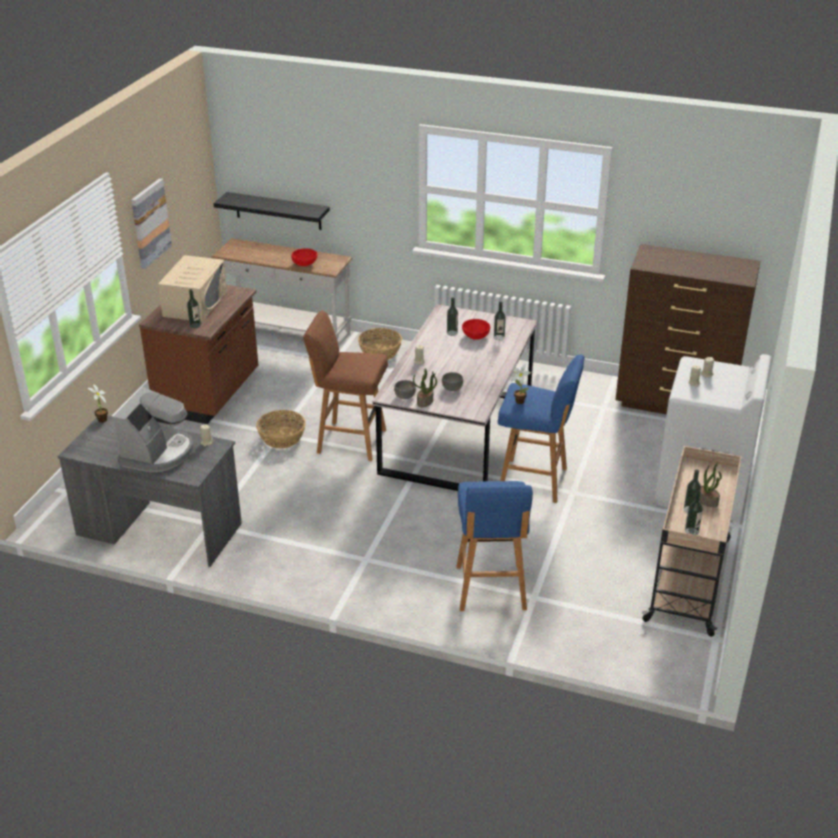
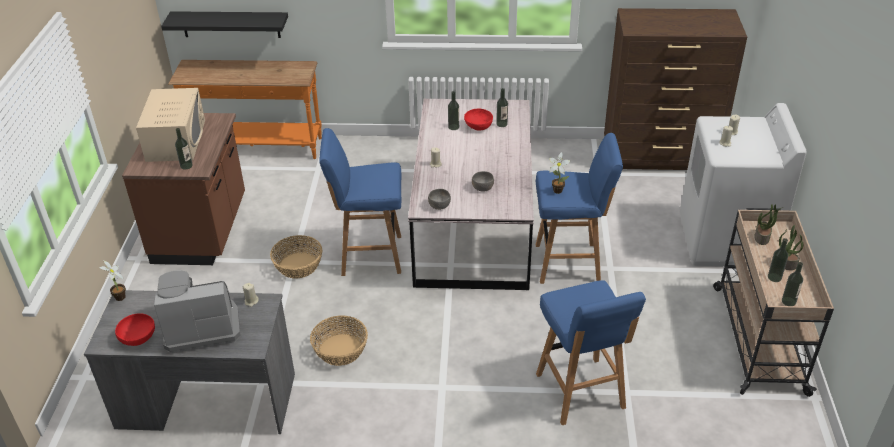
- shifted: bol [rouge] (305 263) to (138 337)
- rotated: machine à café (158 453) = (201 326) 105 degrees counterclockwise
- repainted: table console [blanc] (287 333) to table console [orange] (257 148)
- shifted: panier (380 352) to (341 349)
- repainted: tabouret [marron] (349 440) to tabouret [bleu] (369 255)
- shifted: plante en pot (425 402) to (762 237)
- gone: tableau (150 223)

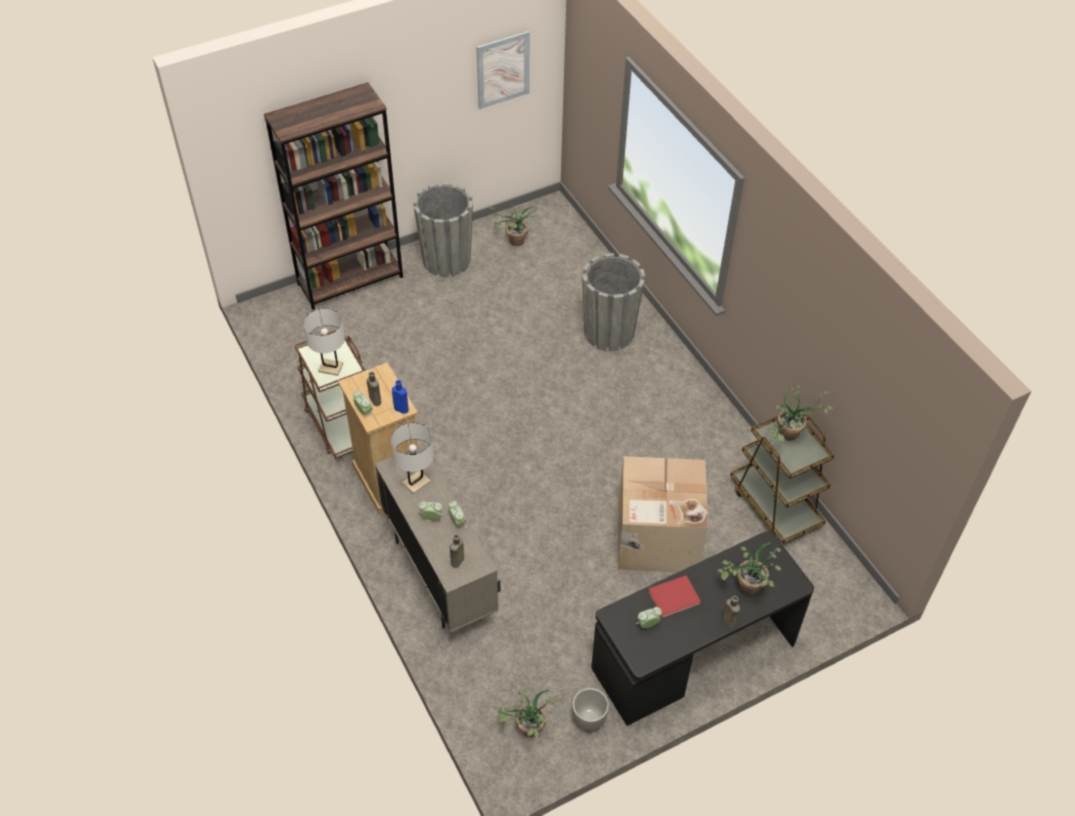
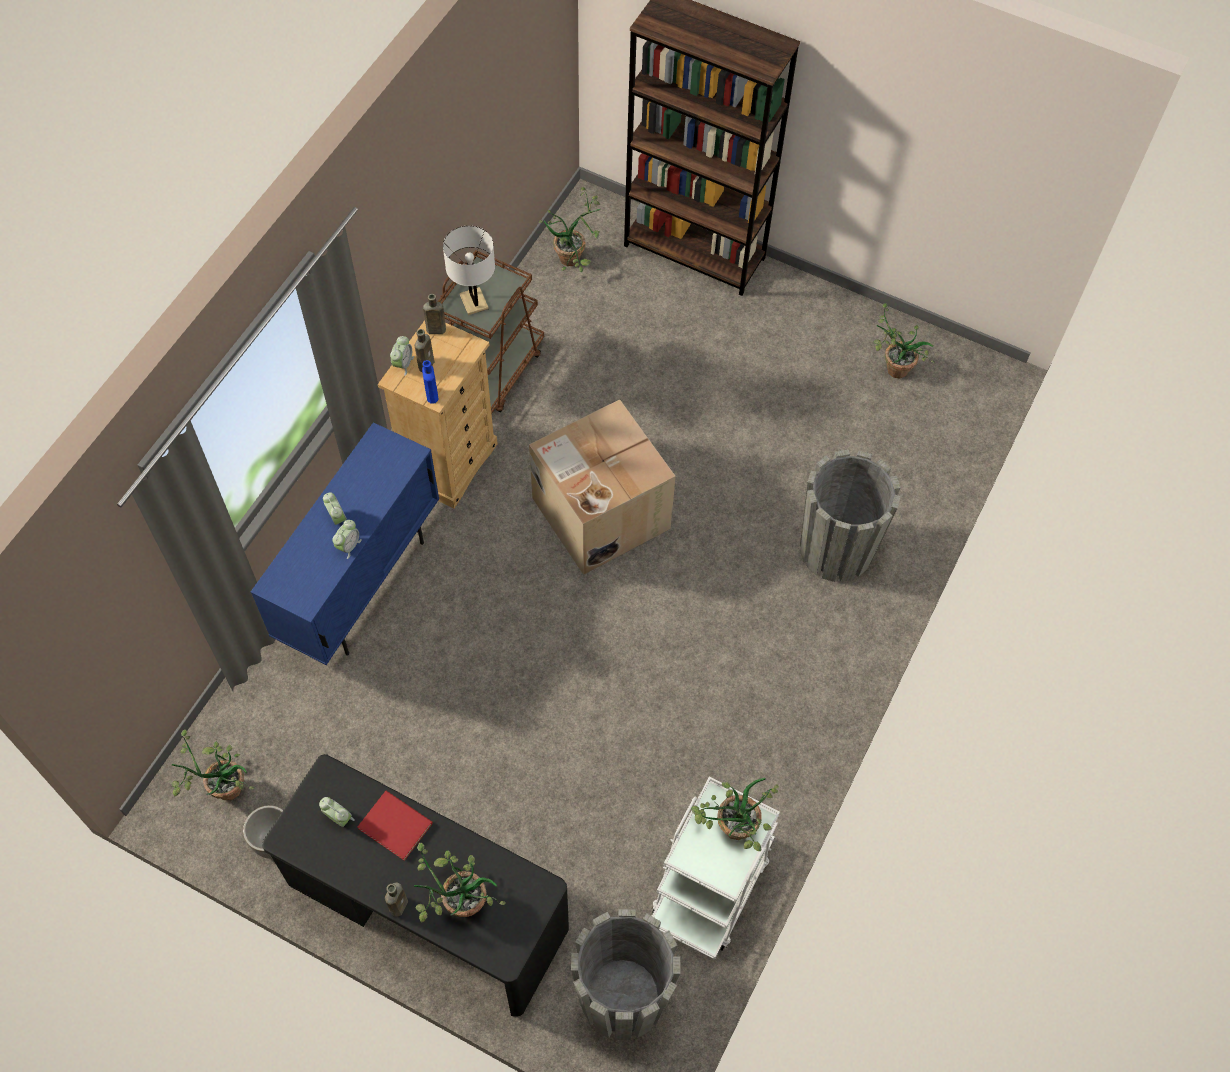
- repainted: meuble de rangement [beige] (439 575) to meuble de rangement [bleu] (362 585)
- shifted: bouteille [marron] (456 562) to (434 330)
- shifted: carton (656 538) to (598 512)
- new: plante en pot (575 260)
- shifted: cache-pot [gris] (446 260) to (622 996)
- repainted: chariot [marron] (775 506) to chariot [blanc] (710 886)
- gone: lampe de table [blanc] (416 482)
- gone: tableau (503 70)

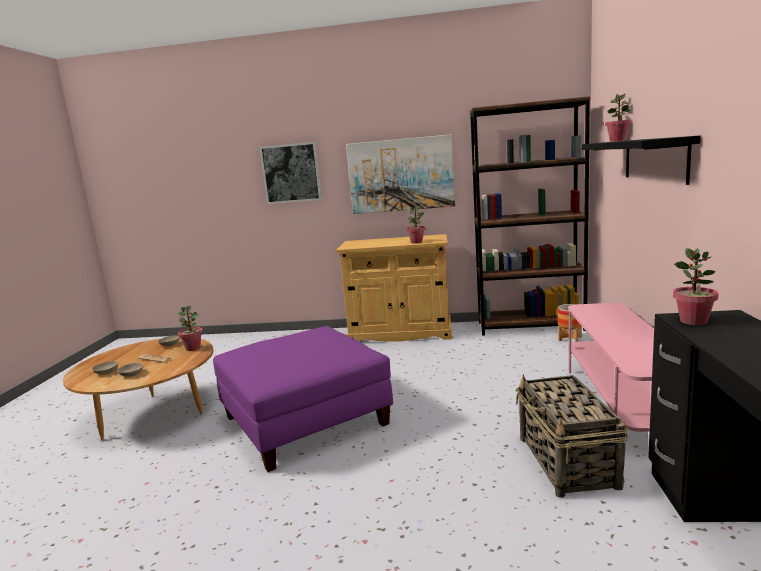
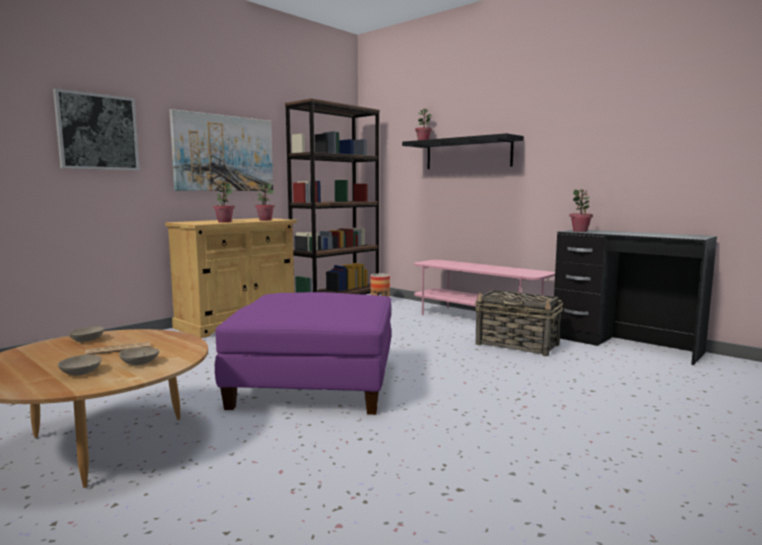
- shifted: plante en pot (193 348) to (224 222)

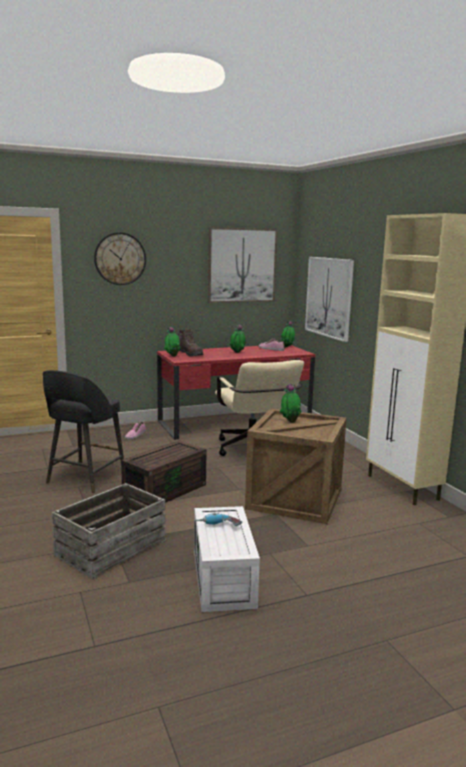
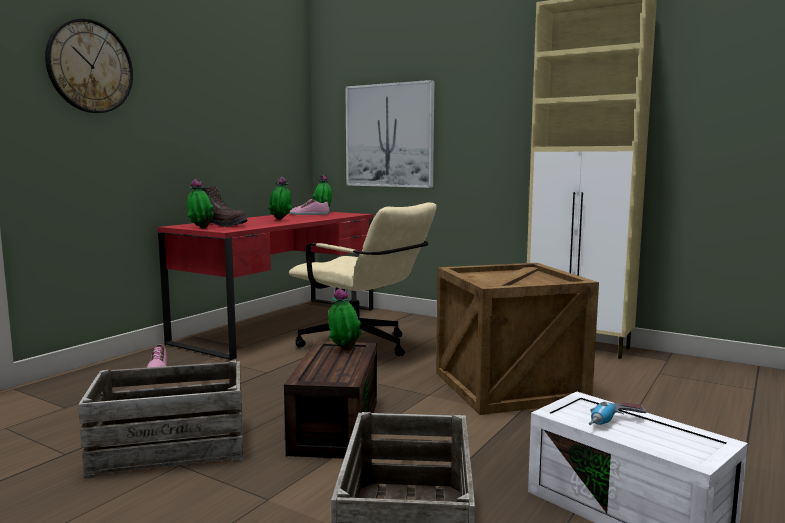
- swapped: tabouret [noir] (85 478) to caisse (170 448)
- shifted: plante en pot (290 421) to (344 350)
- gone: tableau (242 265)

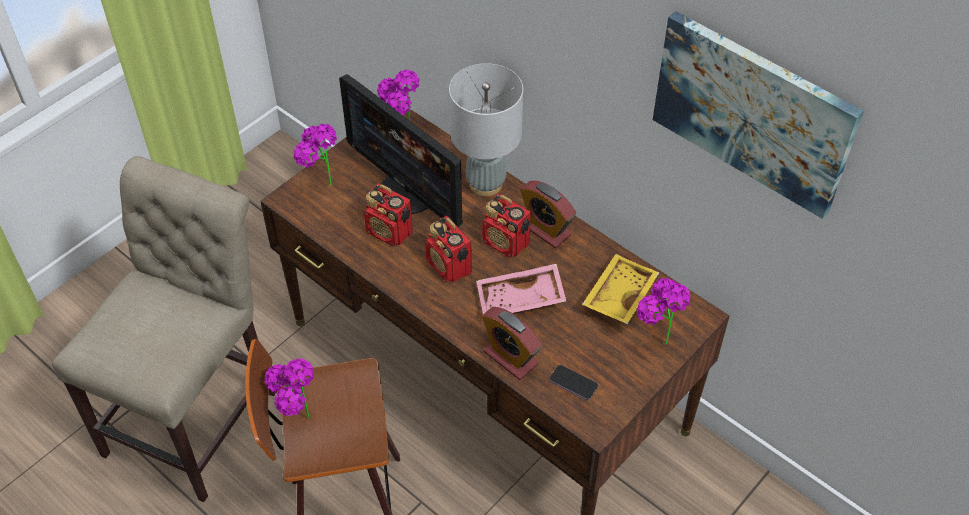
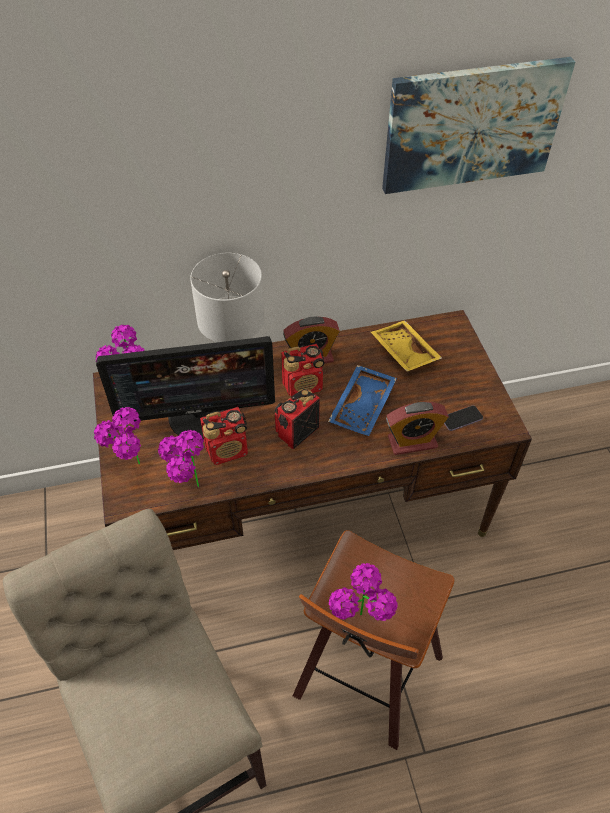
- shifted: plante en pot (655 340) to (188 491)
- rotated: radio (449 267) = (296 432) 135 degrees clockwise
- repainted: plateau [rose] (520 300) to plateau [bleu] (363 407)

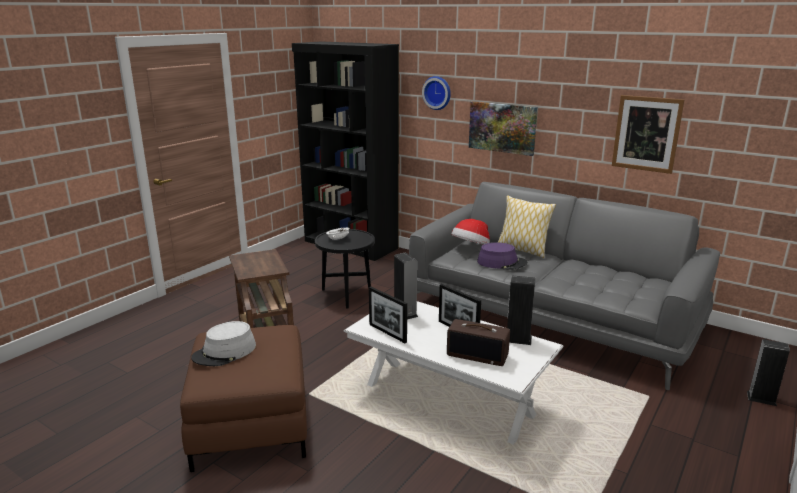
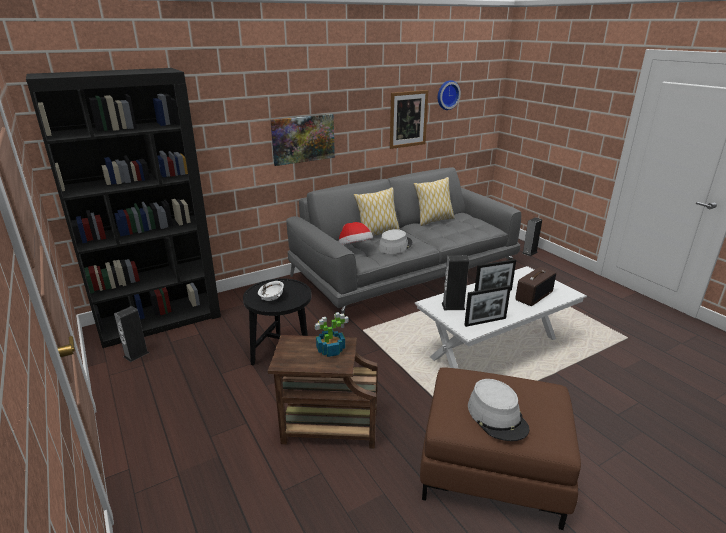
- shifted: enceinte (518 339) to (136 354)
- new: plante en pot (330 350)
- repainted: chapeau [violet] (502 263) to chapeau [gris] (395 246)
- new: coussin (433 220)
- shifted: horloge murale (437 92) to (447 95)

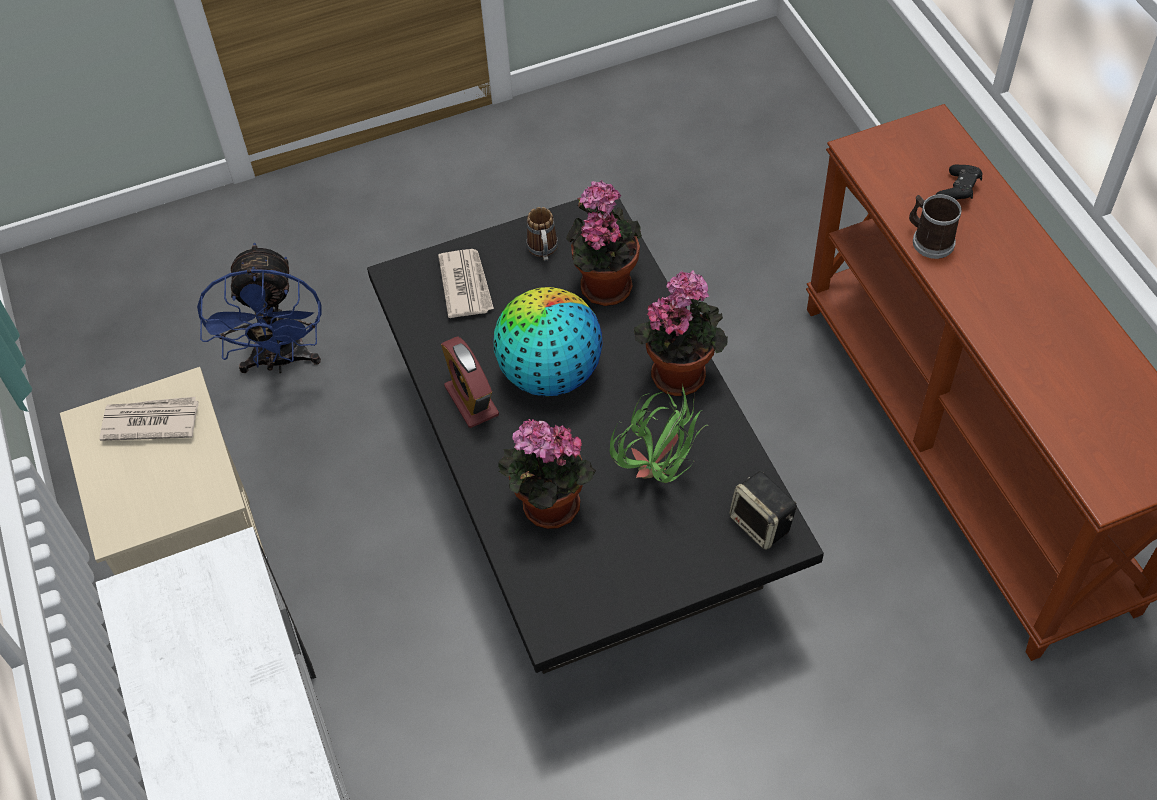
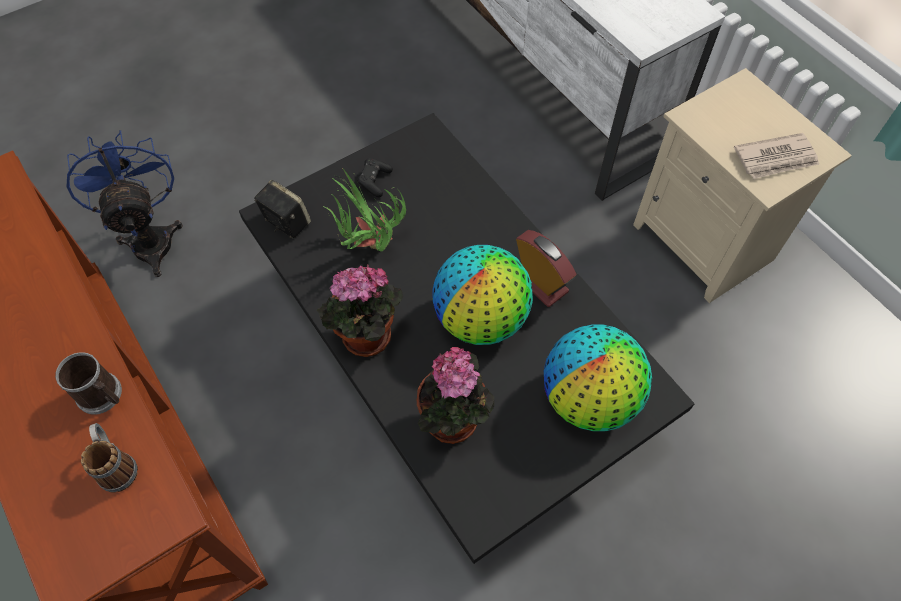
- shifted: ventilateur [bleu] (280 361) to (151 237)
- shifted: mug (543 251) to (117 465)
- shifted: manette [noir] (958 191) to (374 181)
- swapped: journal (466 285) to globe (589 398)
- gone: plante en pot (547 509)

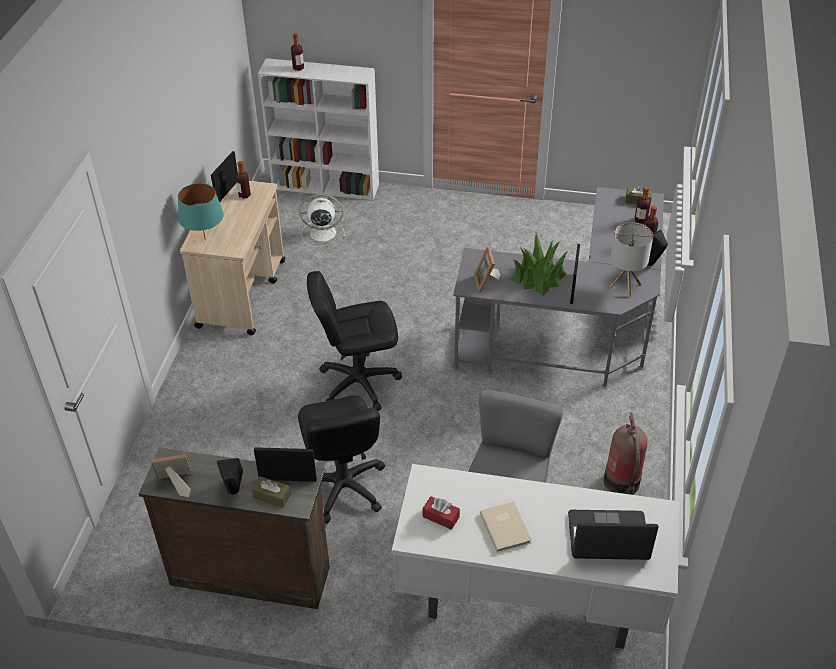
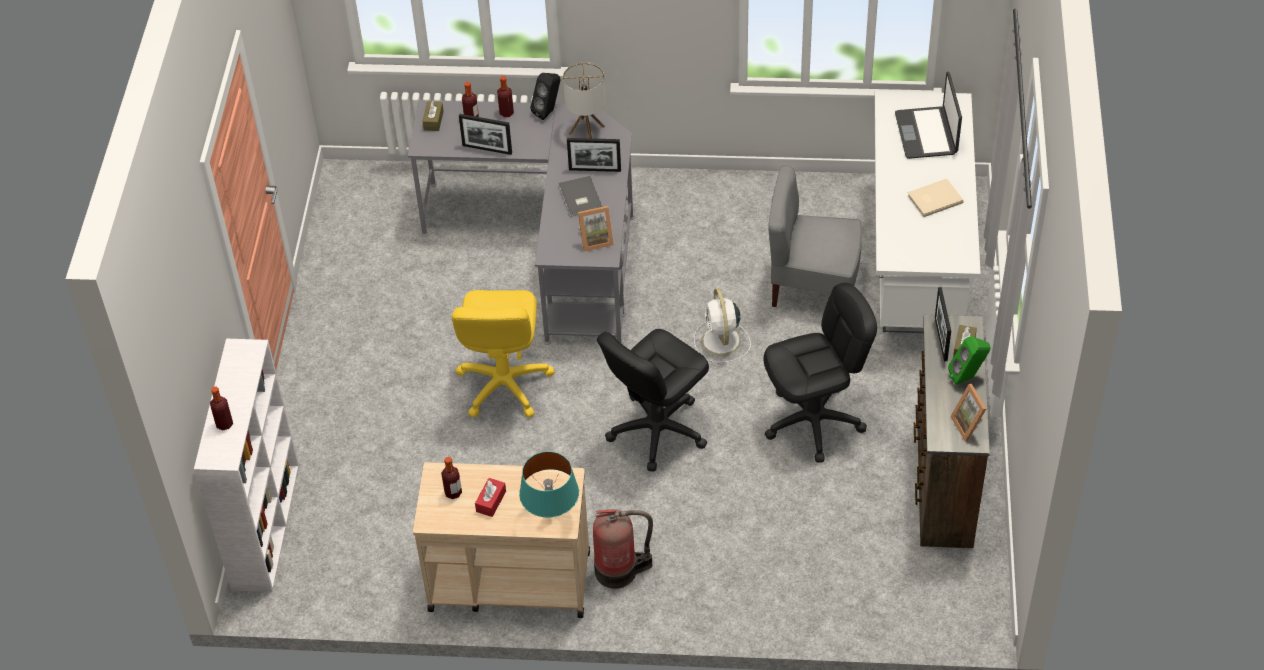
- new: chaise de bureau [jaune] (504 385)
- shifted: cadre photo (227 191) to (487 149)
- shifted: boîte à mouchoirs [rouge] (441 517) to (491 501)
- swapped: plante en pot (538 276) to livre [gris] (579 198)
- shifted: extincteur (622 485) to (619 570)
- rotated: chaise de bureau [noir] (358 382) = (657 430) 60 degrees clockwise
- shifted: ventilateur [blanc] (321 233) to (721 342)
- repainted: enceinte [noir] (233 492) to enceinte [vert] (967 377)

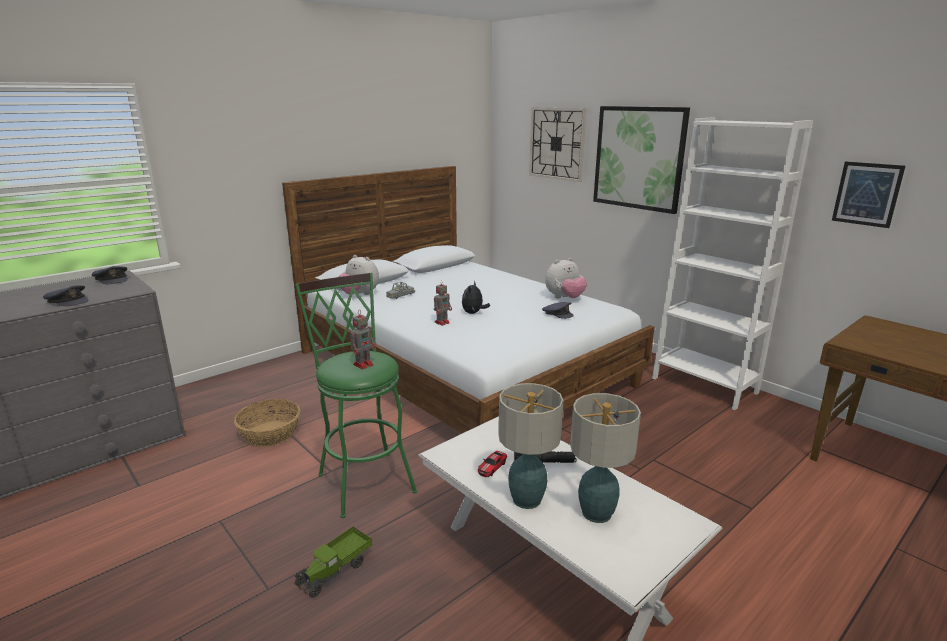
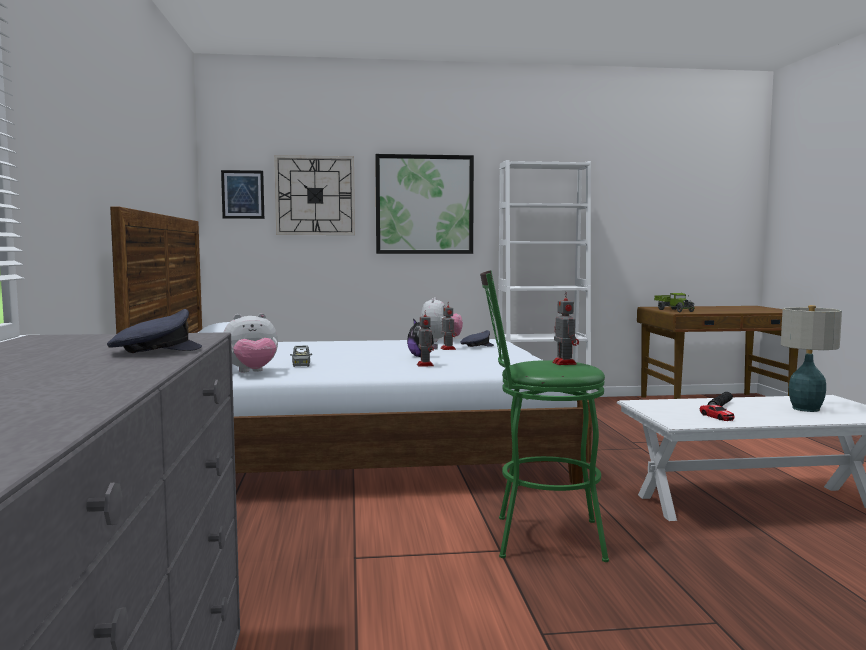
- shifted: tableau (867 194) to (243 194)
- new: robot jouet (447 348)
- shifted: camion jouet (335 571) to (674 310)
- gone: casquette [gris] (112 280)
- gone: panier (270 433)
- gone: lampe de table (526 499)

